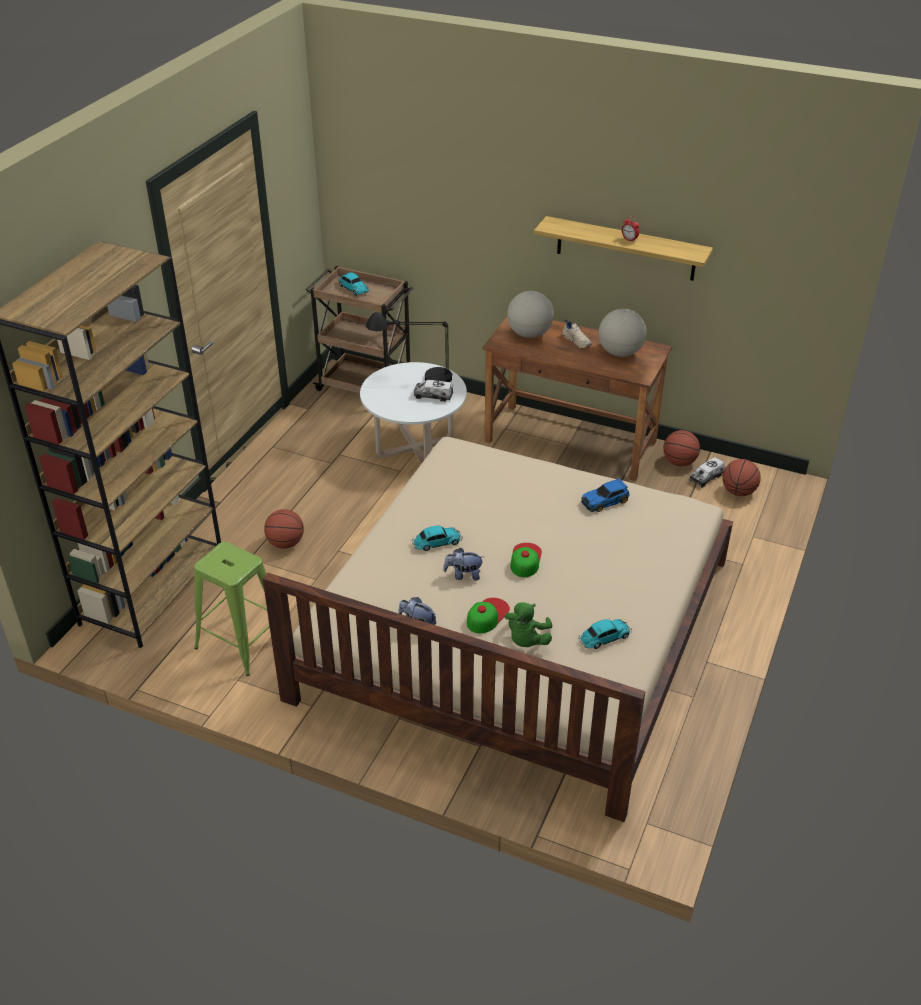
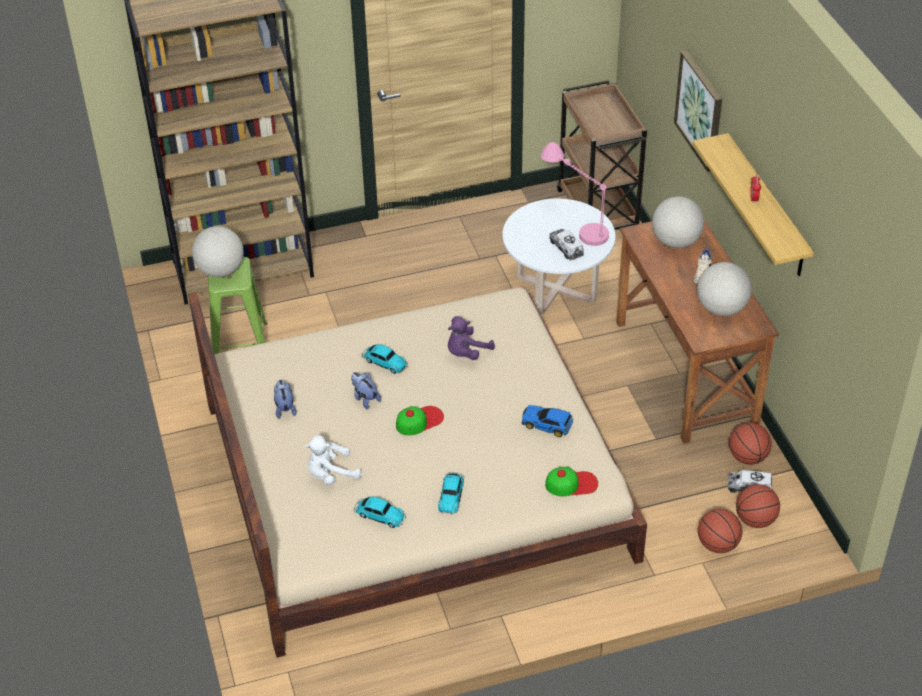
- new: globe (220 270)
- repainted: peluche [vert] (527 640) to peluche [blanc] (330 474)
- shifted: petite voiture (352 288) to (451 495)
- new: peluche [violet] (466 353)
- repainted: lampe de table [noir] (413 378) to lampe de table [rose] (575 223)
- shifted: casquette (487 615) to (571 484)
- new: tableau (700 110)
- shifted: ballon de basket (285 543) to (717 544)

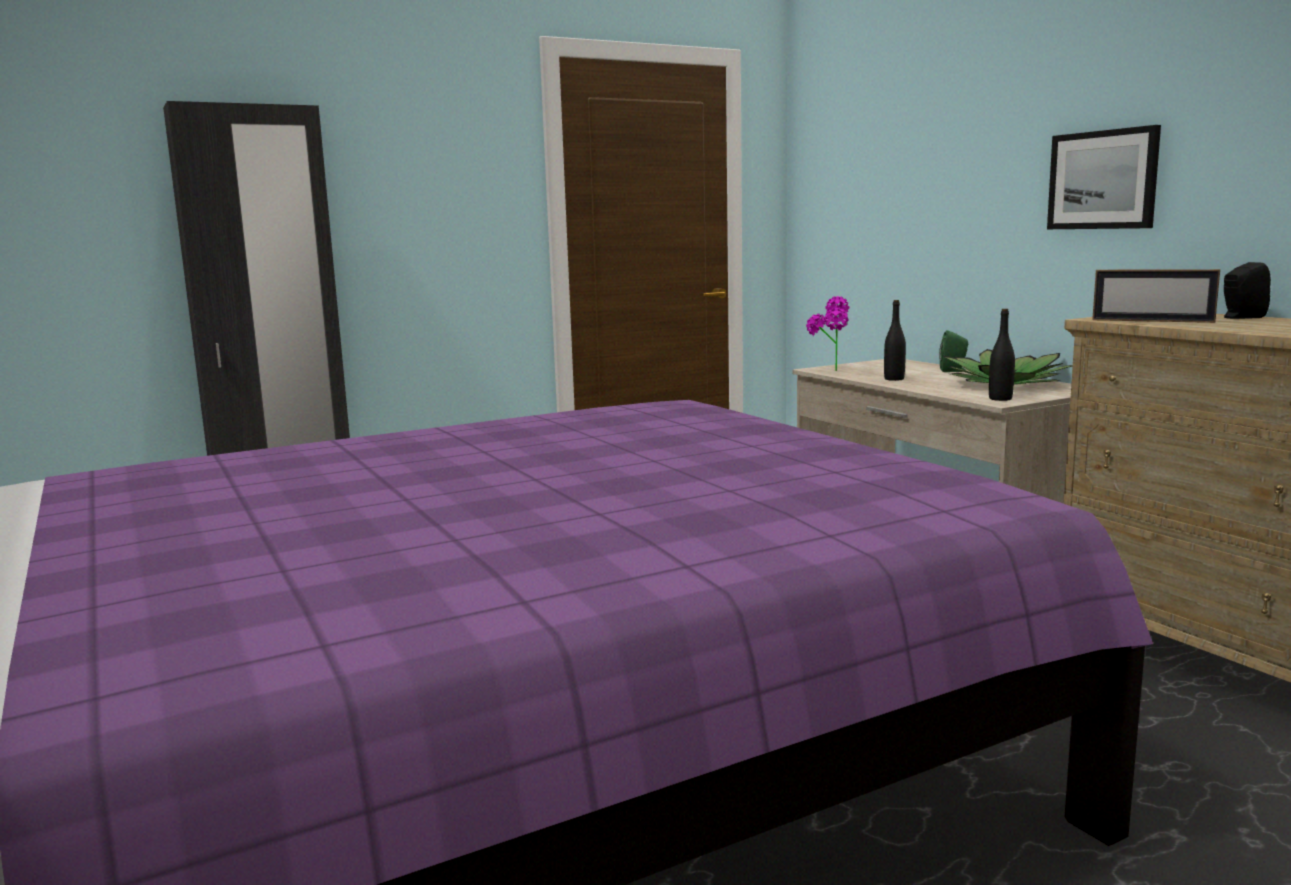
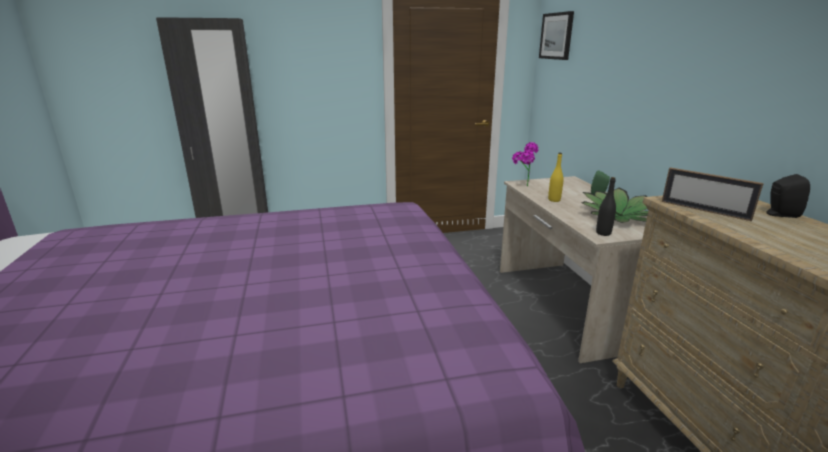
- shifted: tableau (1103 180) to (556 36)
- repainted: bouteille [noir] (894 379) to bouteille [jaune] (554 200)

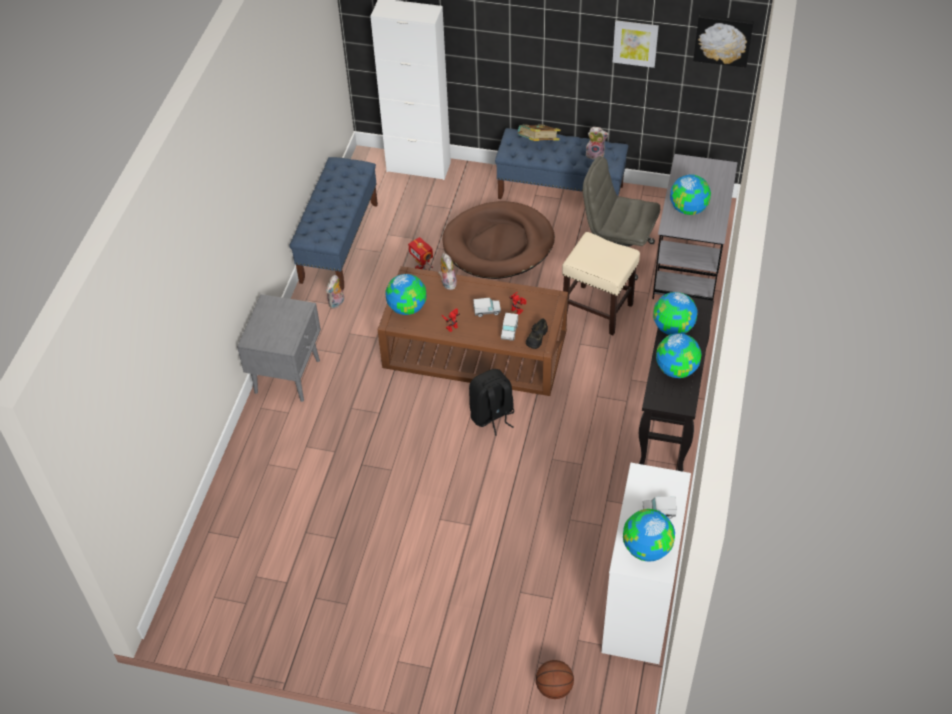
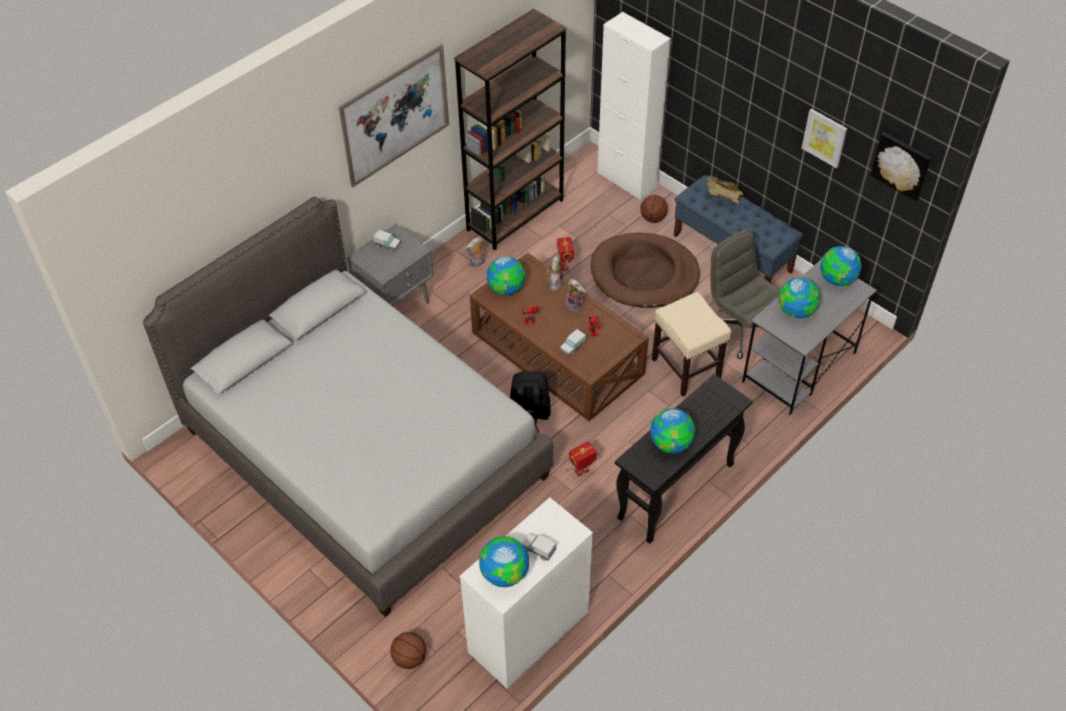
- new: lit [gris] (365 452)
- new: tableau (396 115)
- shifted: camion jouet (487 311) to (387 245)
- swapped: banc [bleu] (339 242) to bibliothèque [marron] (515 215)
- shifted: peluche (595 154) to (575 306)
- new: robot jouet (582 471)
- new: ballon de basket (653 218)
- shifted: globe (673 328) to (837 280)
- gone: chaussure [noir] (536 337)

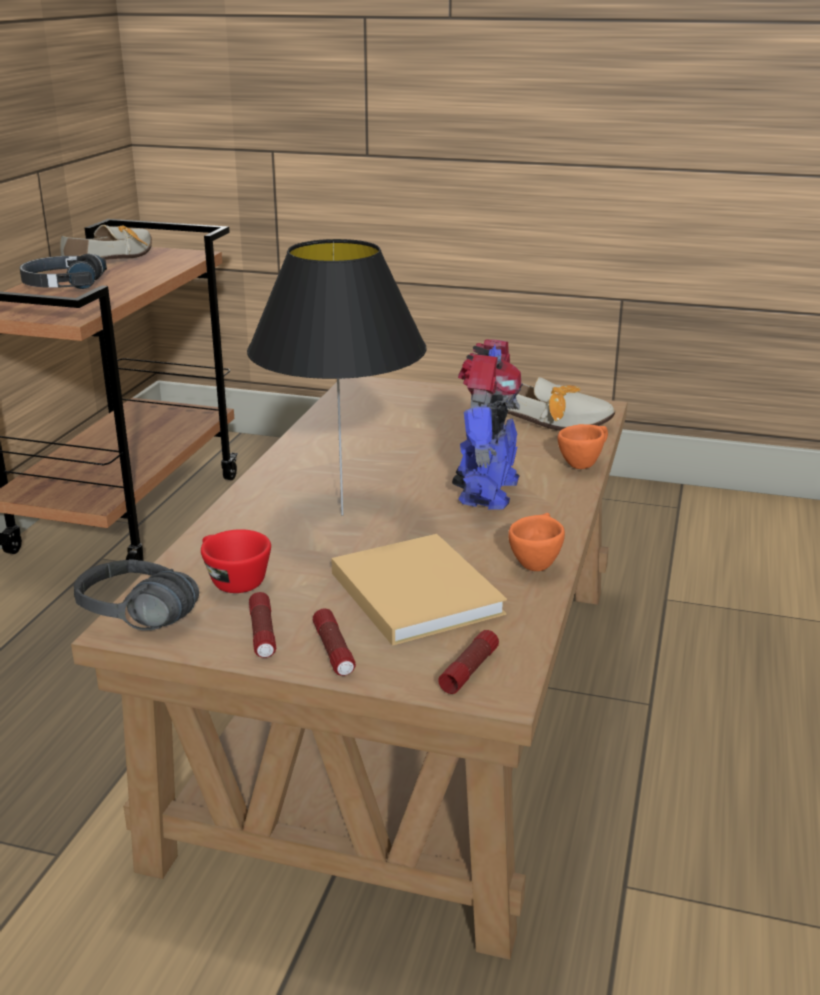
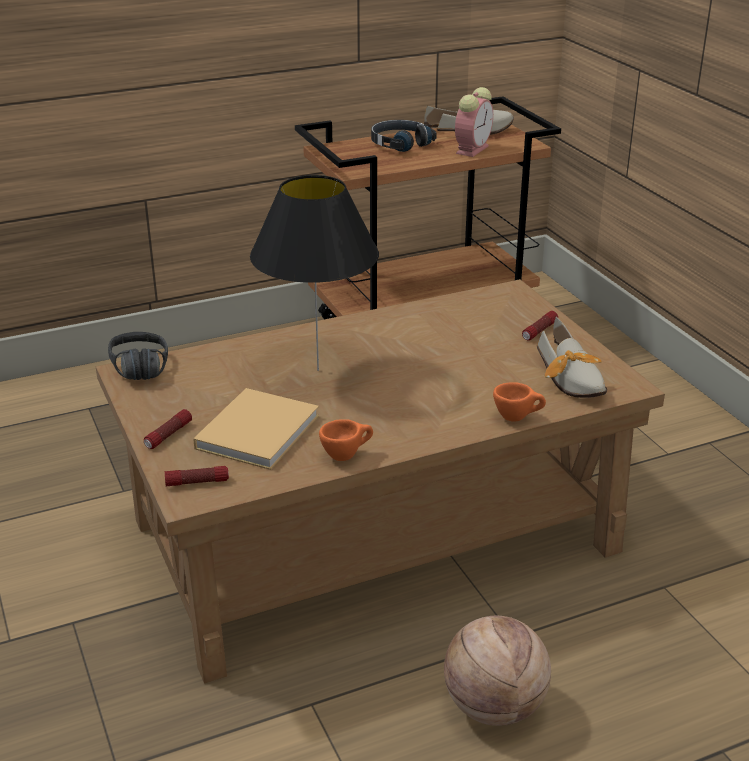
- new: ballon de basket (494 707)
- new: réveil (472 149)
- shifted: lampe de poche (263 634) to (539 331)
- gone: tasse [rouge] (232 580)
- gone: robot jouet (486 492)

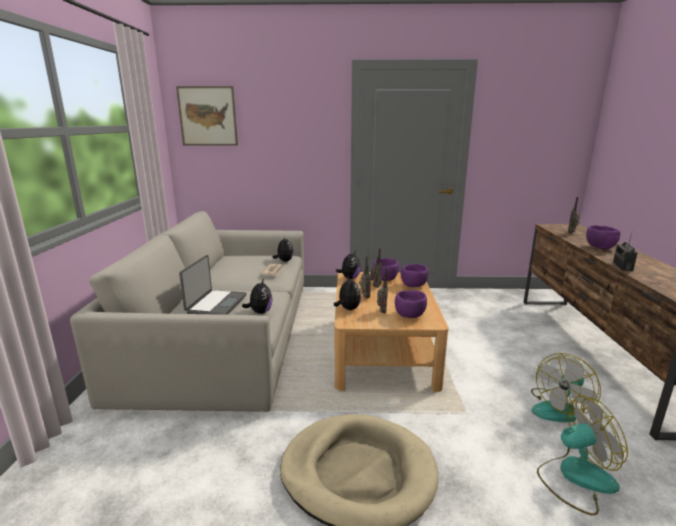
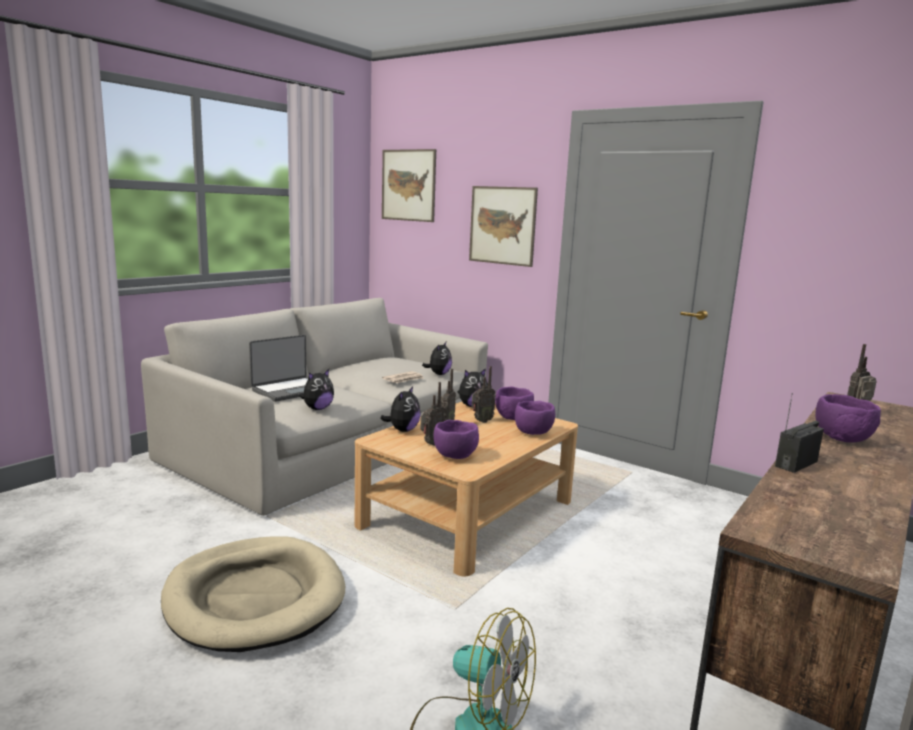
- new: tableau (502 225)
- gone: ventilateur (559 408)

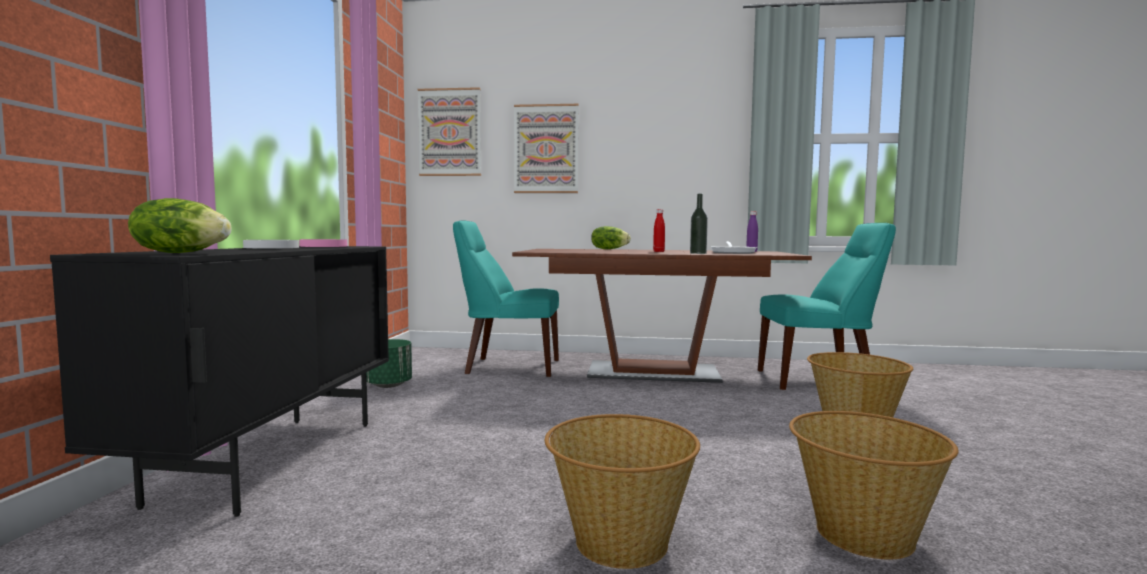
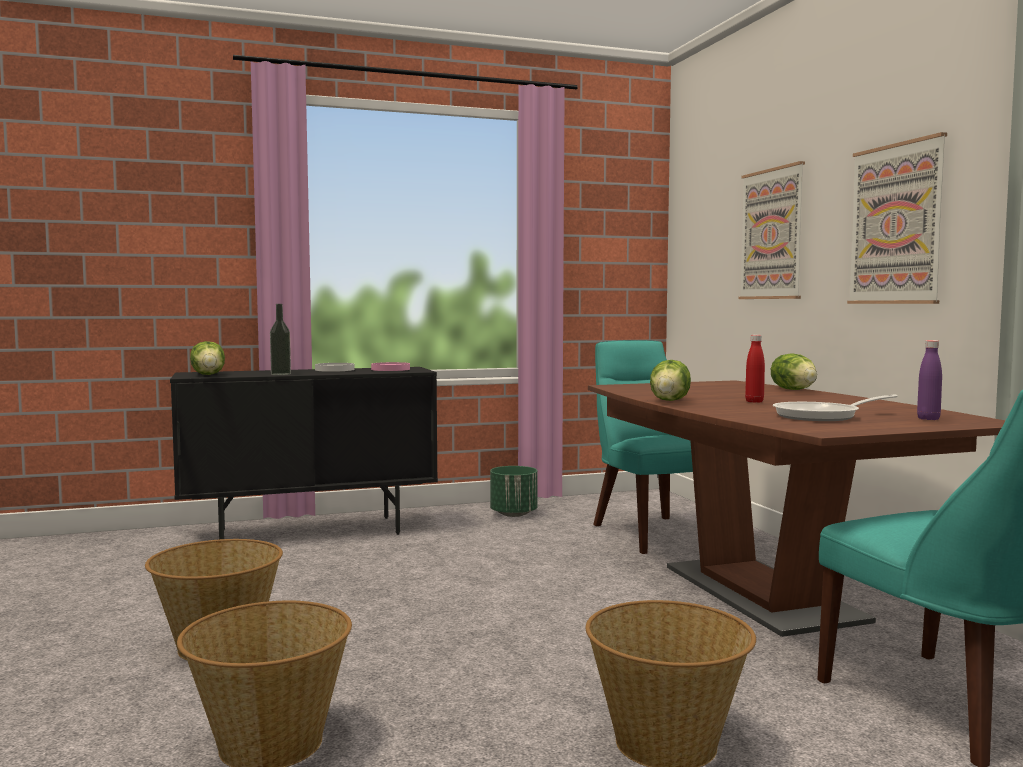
- shifted: bouteille (698 253) to (281 374)
- new: laitue (670 401)
- shifted: tableau (450 132) to (896 224)

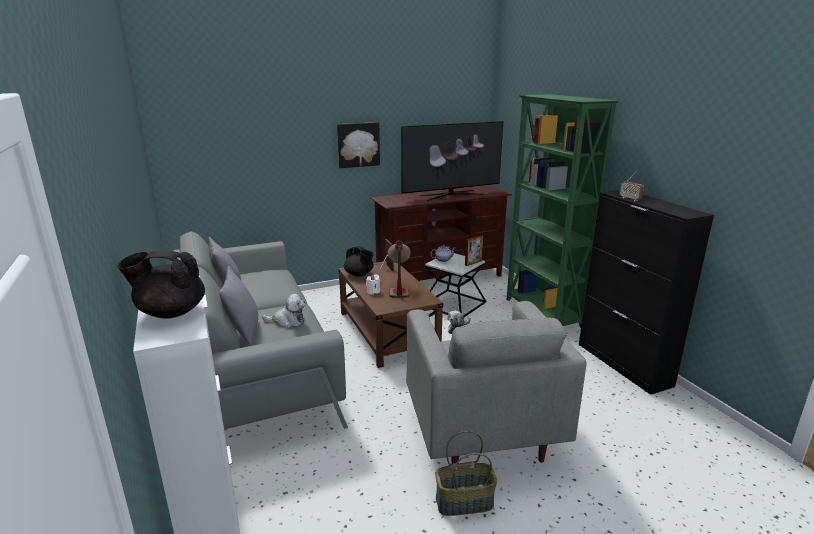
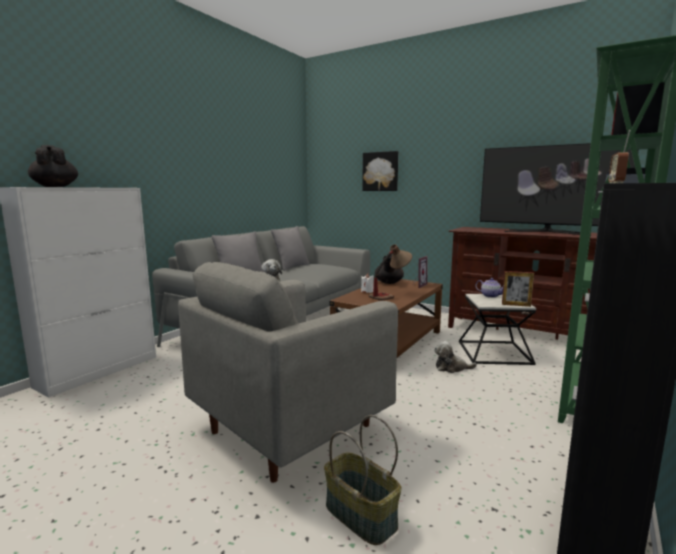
- shifted: panier (464 503) to (359 516)
- shifted: tableau (358 144) to (380 171)

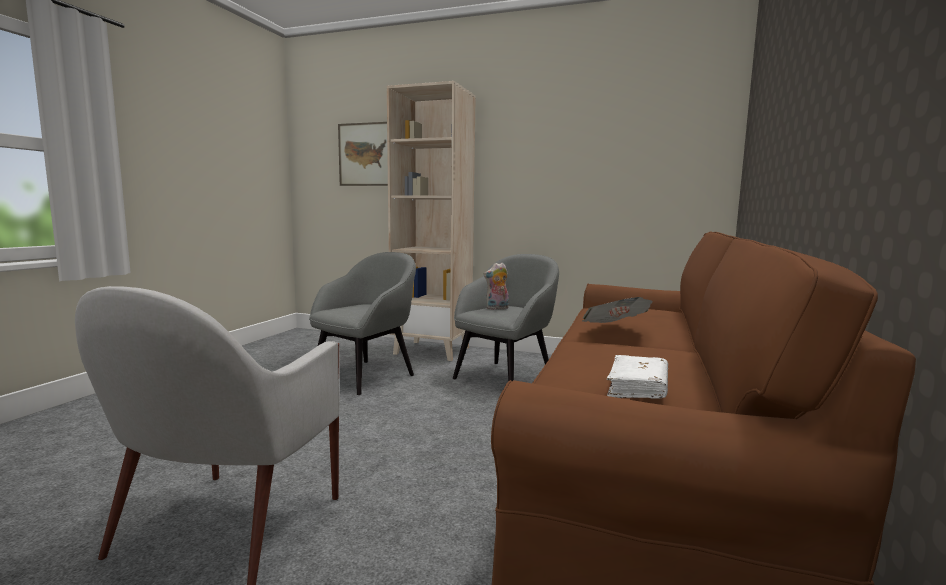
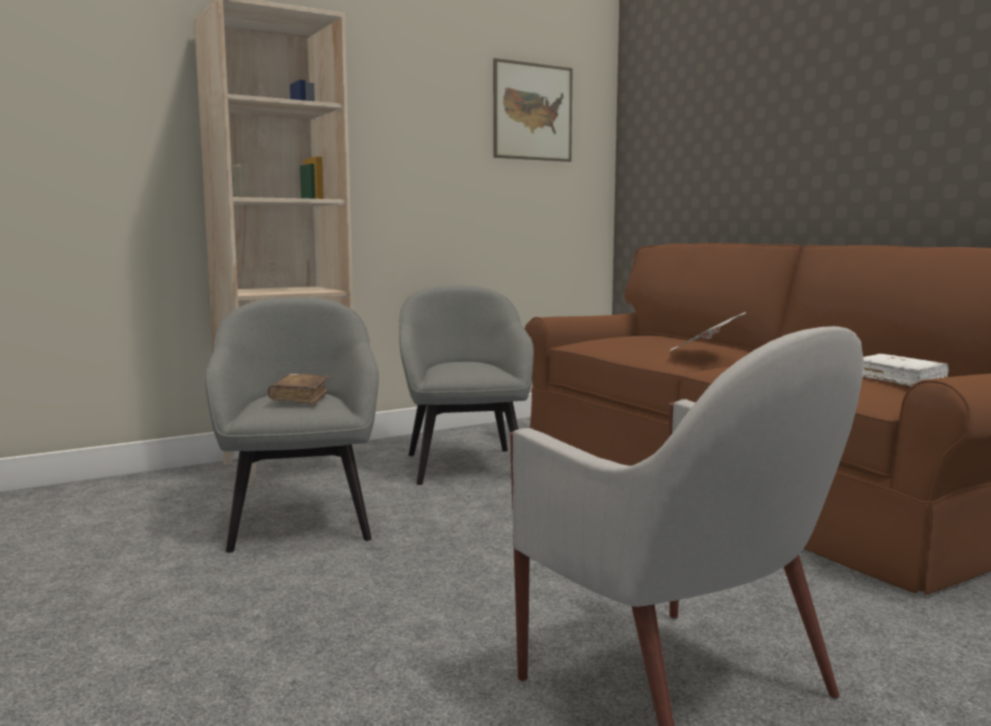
- new: livre [marron] (300 398)
- shifted: tableau (366 154) to (533 112)
- gone: peluche (497 308)

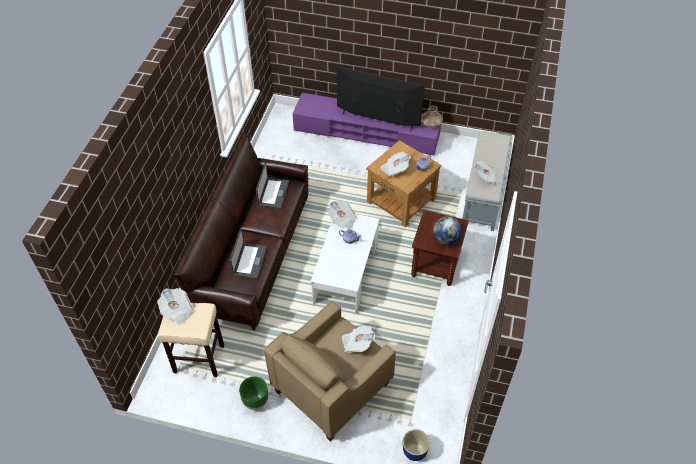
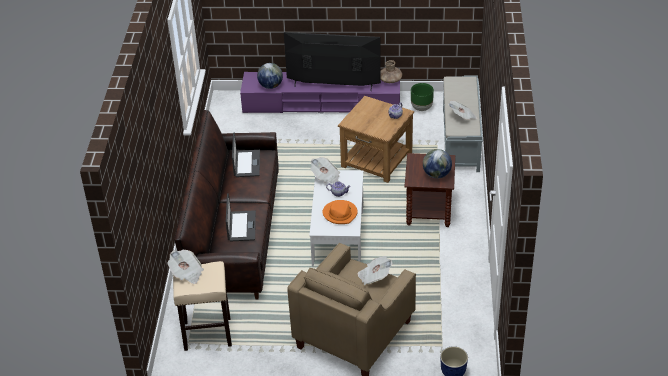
- new: globe (270 86)
- new: chapeau [orange] (340 213)
- shifted: cache-pot [vert] (256 401) to (421 108)
- gone: journal (395 169)

